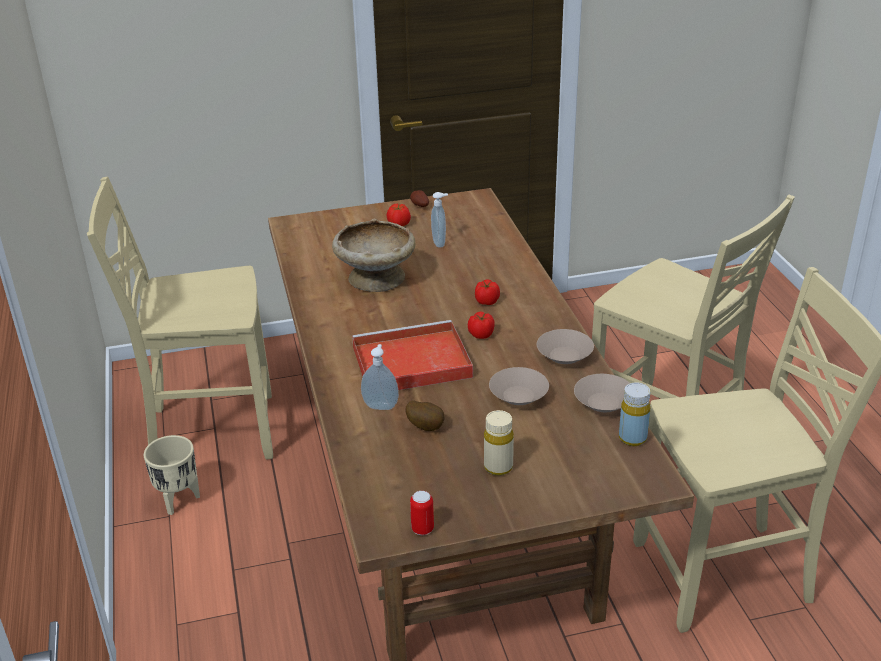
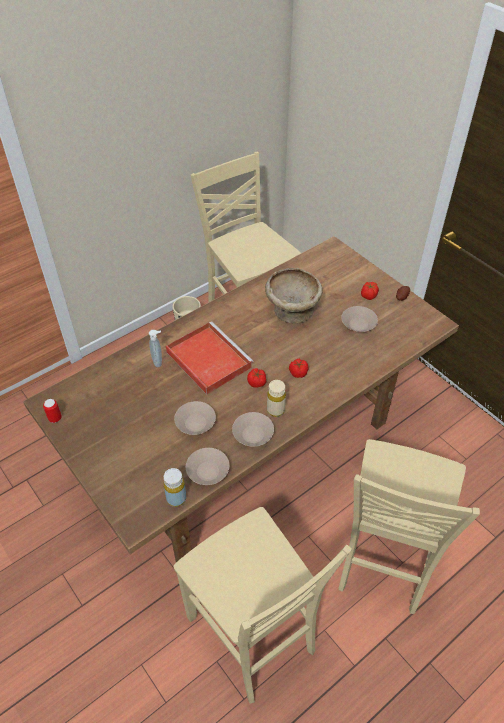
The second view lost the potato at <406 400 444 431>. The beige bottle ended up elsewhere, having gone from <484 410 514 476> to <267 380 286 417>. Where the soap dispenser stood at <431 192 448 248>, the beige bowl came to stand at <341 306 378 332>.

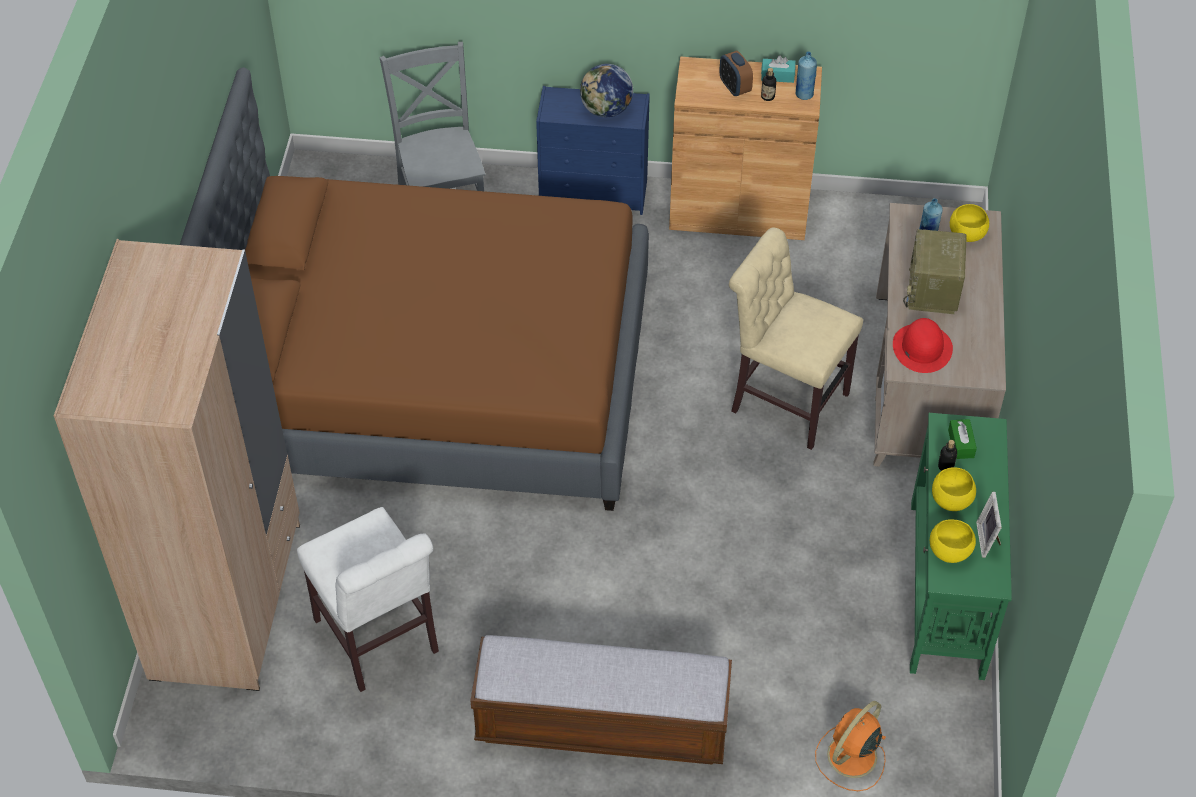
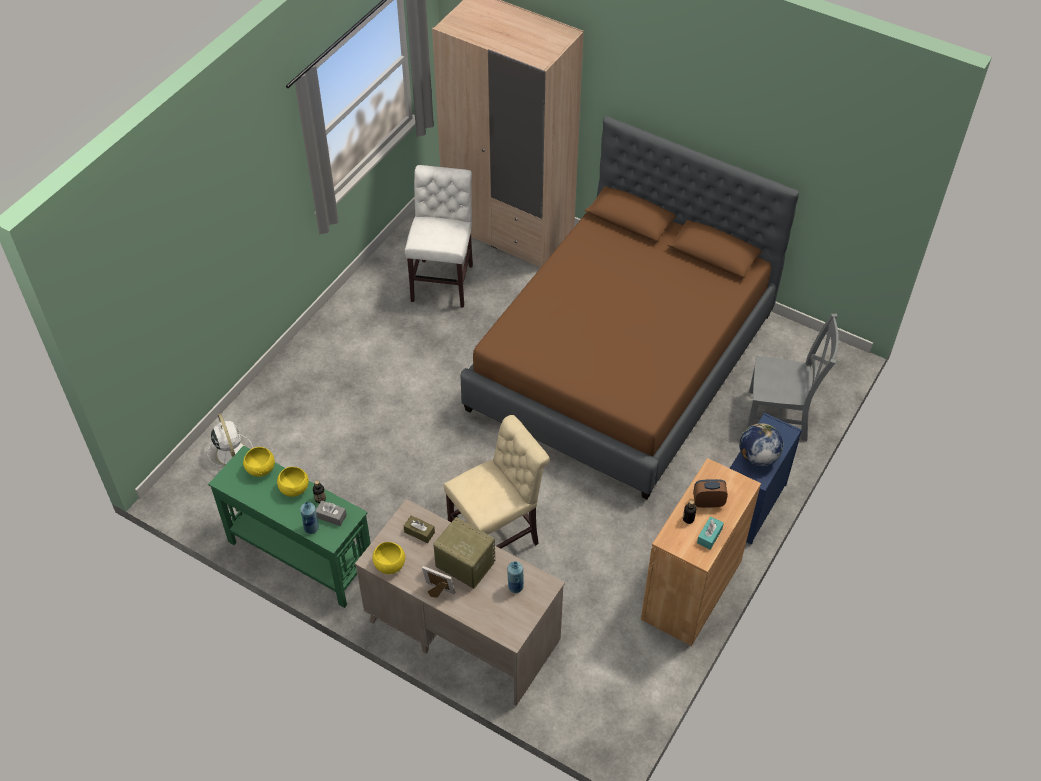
The second view lost the bench at <470 635 732 765>. The blue bottle ended up elsewhere, having gone from <796 51 817 100> to <300 502 319 534>. The yellow bowl ended up elsewhere, having gone from <950 204 989 242> to <372 542 405 574>. The picture frame ended up elsewhere, having gone from <976 492 1002 558> to <422 566 455 598>. Where the red hat stood at <893 318 953 373>, the brown tissue box came to stand at <404 515 435 543>. What was the orange fan at <815 701 887 791> turned into the white fan at <208 414 253 466>. What was the green tissue box at <948 419 977 459> turned into the grey tissue box at <316 501 347 526>. The white chair at <297 507 439 692> ended up facing another way, 105 degrees clockwise from before.

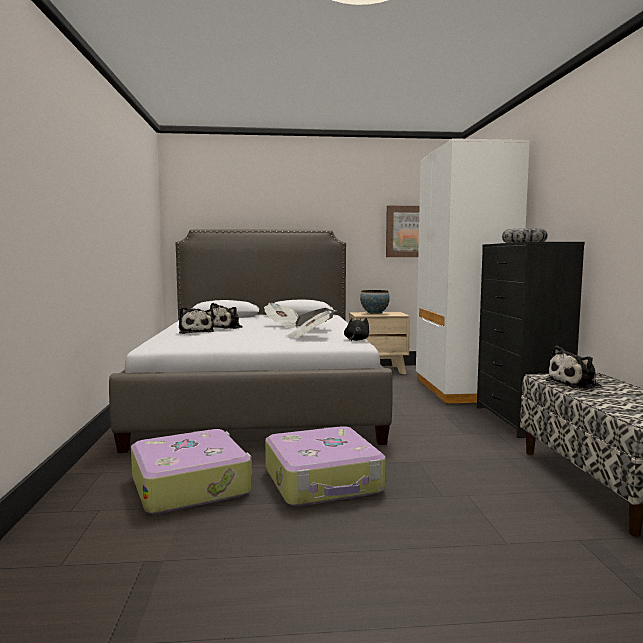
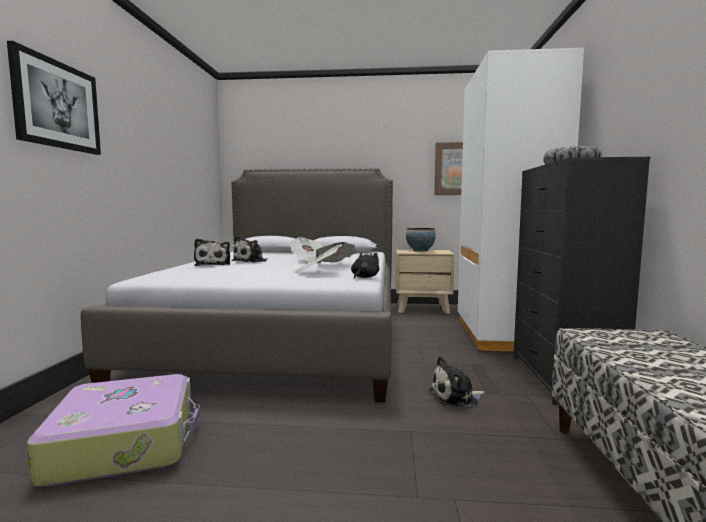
The second view lost the suitcase at <265 426 386 506>. The second view gained the picture at <7 41 101 155>. The plush toy ended up elsewhere, having gone from <545 346 602 389> to <429 356 485 407>.

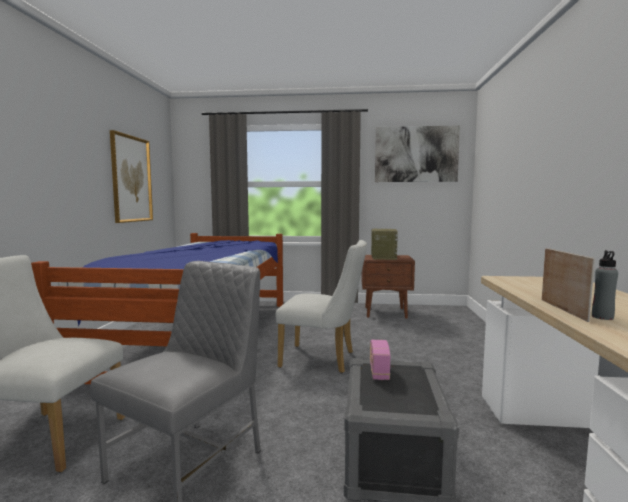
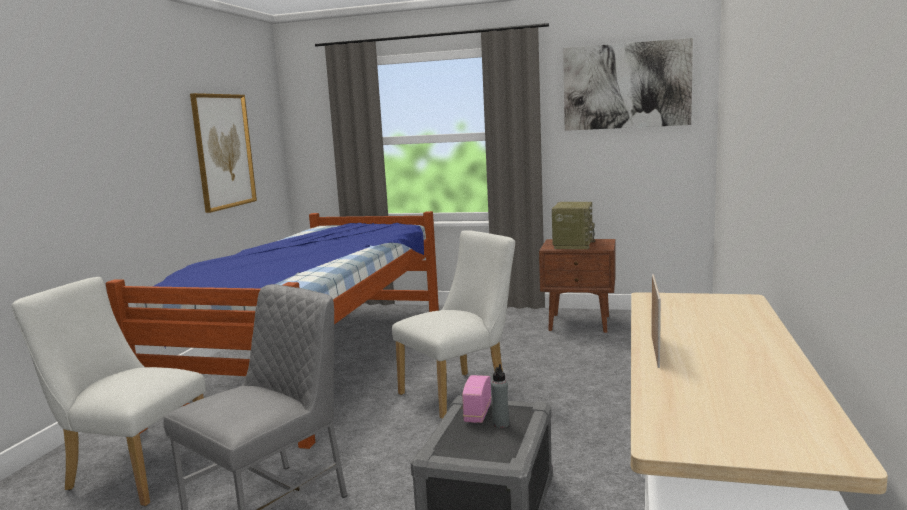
The grey bottle ended up elsewhere, having gone from <592 250 618 320> to <491 364 509 428>. The white chair at <276 240 367 373> ended up facing another way, 60 degrees counterclockwise from before.

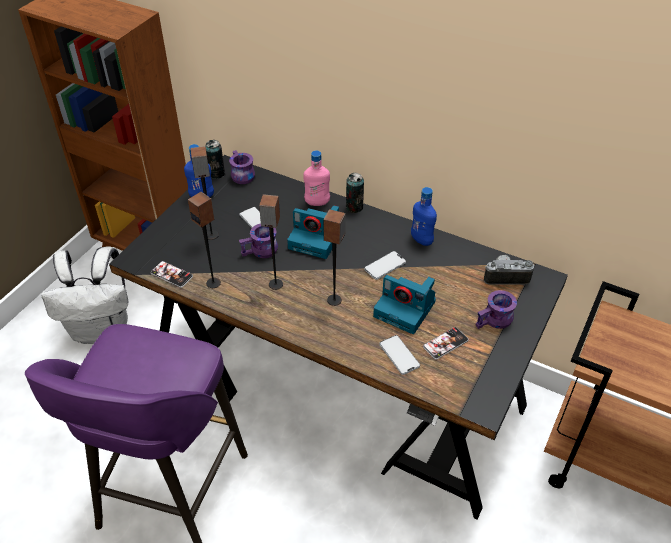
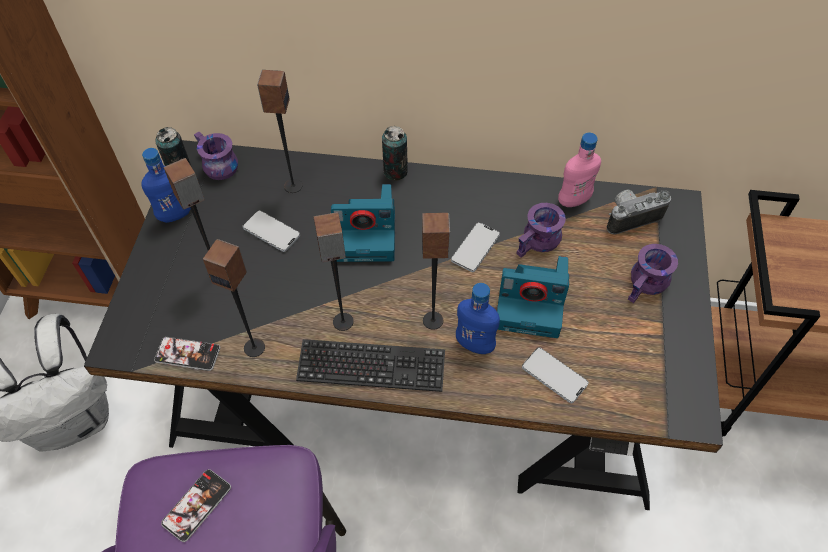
The second view gained the speaker at <257 70 303 193>. The second view gained the keyboard at <296 339 445 392>. The purple mug ended up elsewhere, having gone from <239 224 278 258> to <516 203 566 258>. The pink bottle ended up elsewhere, having gone from <303 150 330 206> to <558 133 601 207>. The blue bottle ended up elsewhere, having gone from <411 187 437 246> to <456 283 500 354>. The phone ended up elsewhere, having gone from <423 327 469 360> to <161 469 231 542>.

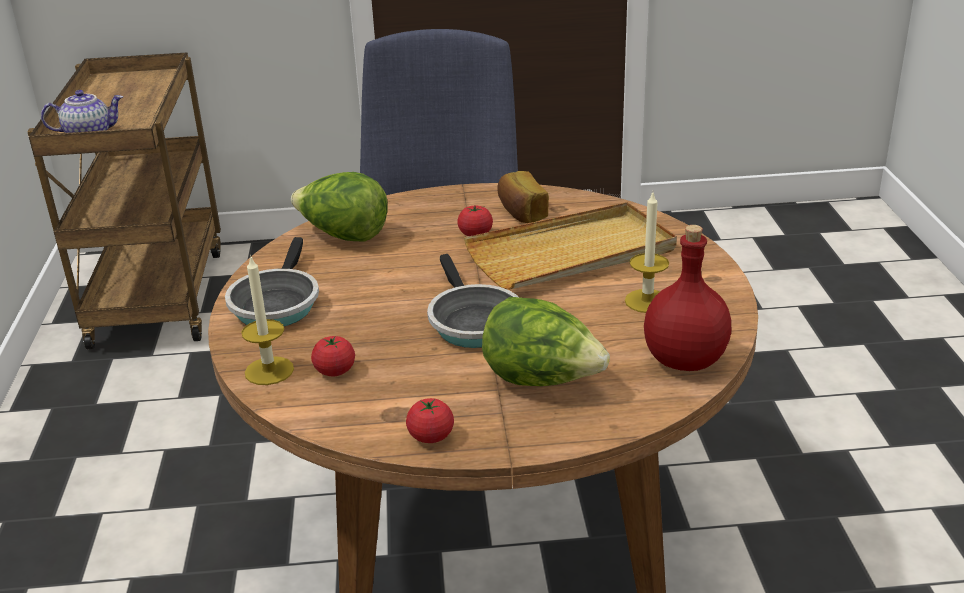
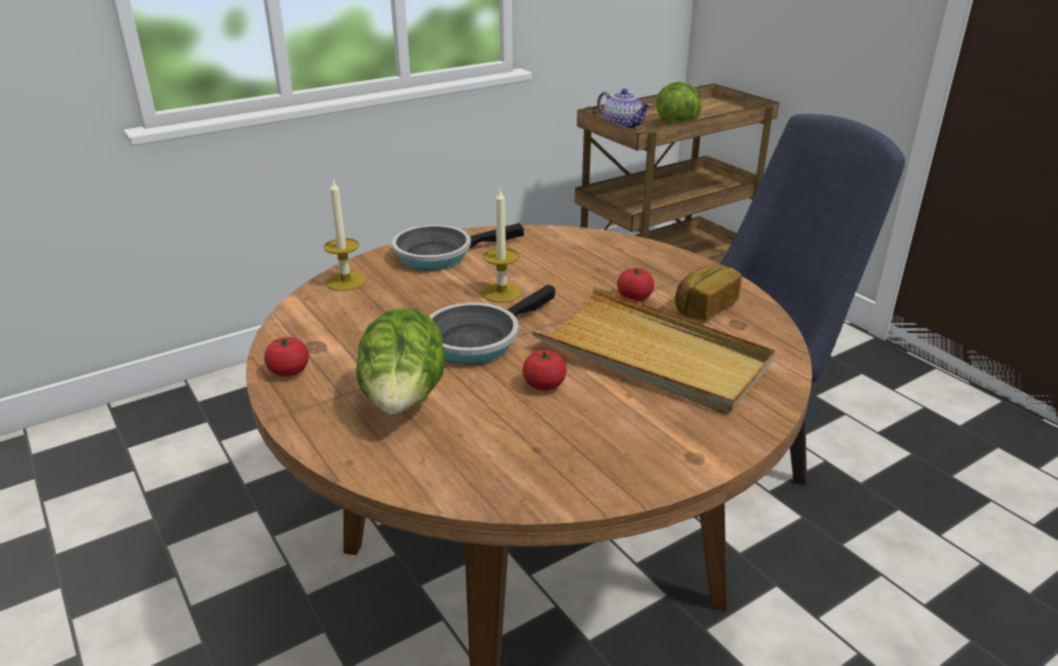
The second view lost the red bottle at <644 225 731 371>. The lettuce ended up elsewhere, having gone from <291 172 388 241> to <656 82 702 125>. The tomato ended up elsewhere, having gone from <311 336 355 376> to <522 350 567 391>. The candle ended up elsewhere, having gone from <625 193 669 313> to <481 189 523 303>.

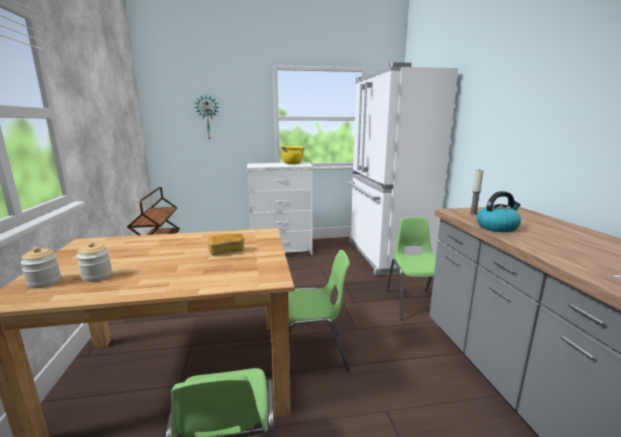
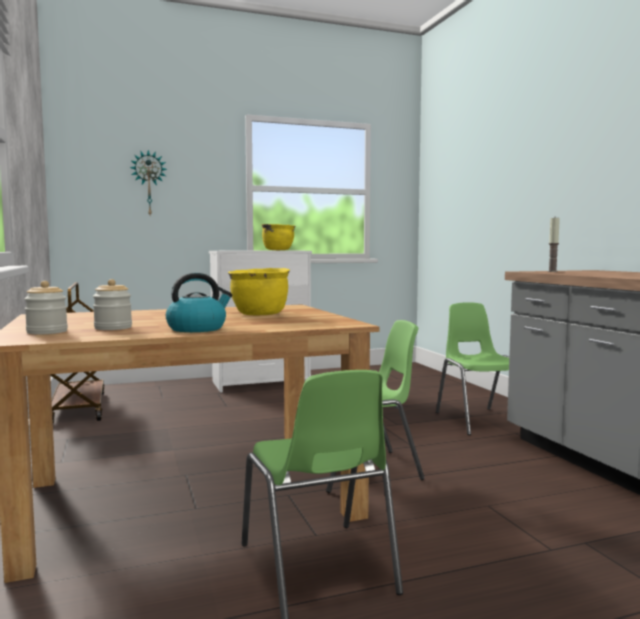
The second view lost the white fridge at <348 62 458 276>. The kettle ended up elsewhere, having gone from <477 191 521 232> to <166 273 232 332>. Where the bread stood at <207 233 244 255>, the yellow cooking pot came to stand at <228 268 290 315>.

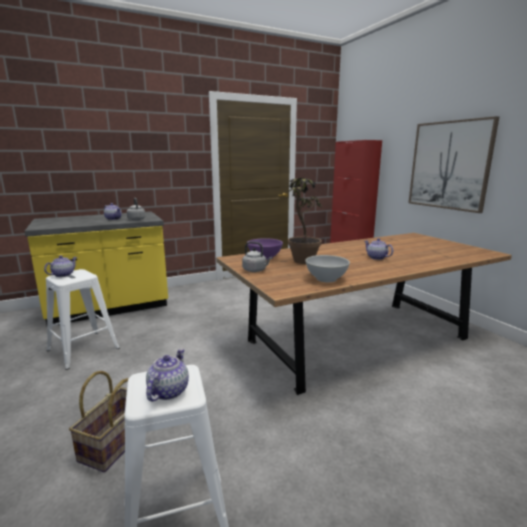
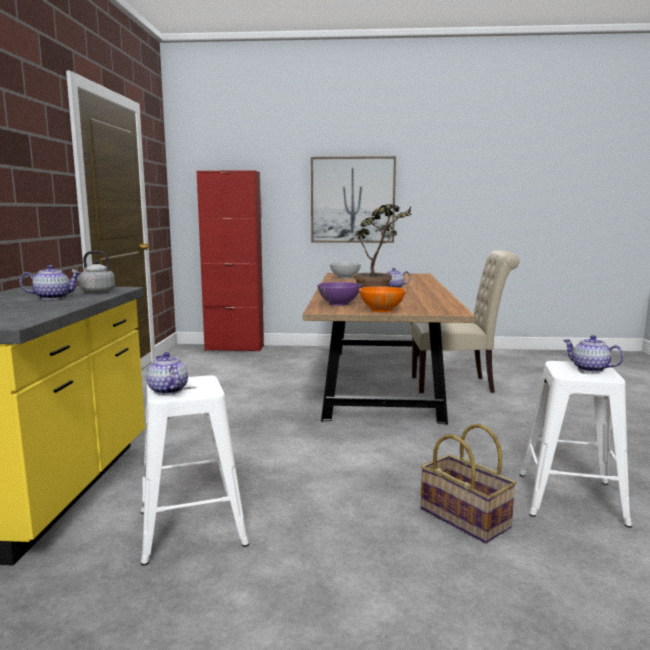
The second view gained the beige chair at <411 250 520 393>. The white bowl ended up elsewhere, having gone from <305 255 350 282> to <330 262 361 279>. Where the grey kettle stood at <242 241 272 272>, the orange bowl came to stand at <359 286 406 312>.

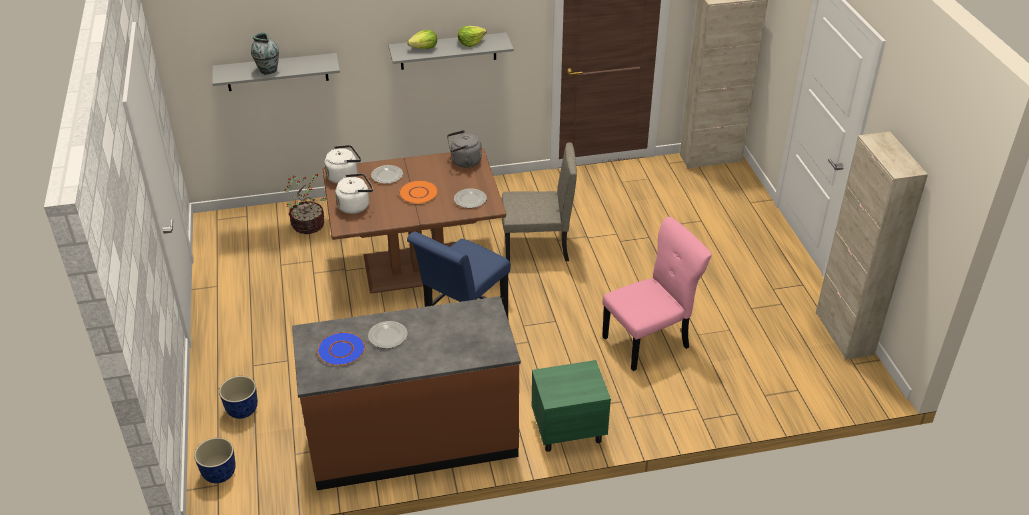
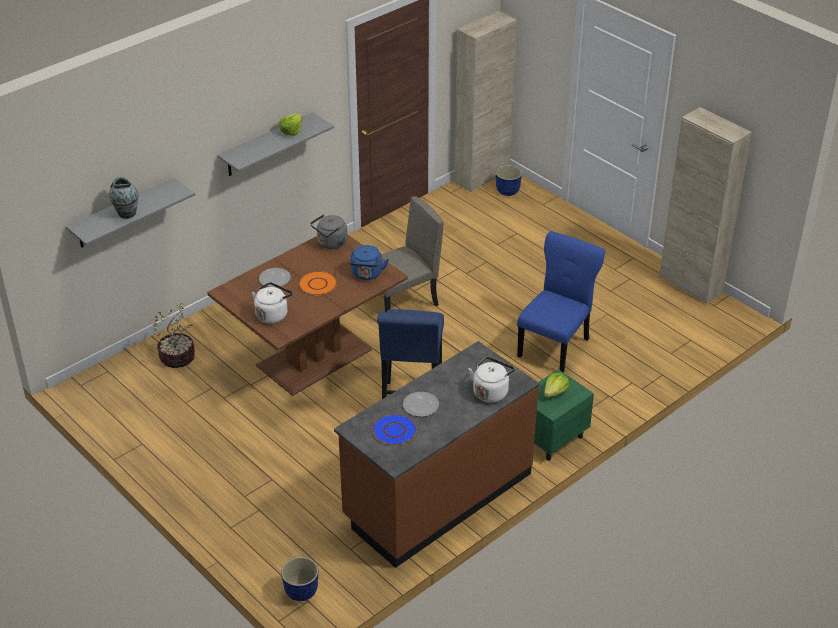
The planter ended up elsewhere, having gone from <219 376 258 419> to <496 165 522 196>. The white kettle ended up elsewhere, having gone from <324 145 361 184> to <469 357 515 403>. The lettuce ended up elsewhere, having gone from <407 30 437 49> to <544 373 569 397>. Where the plate stood at <454 189 487 208>, the blue kettle came to stand at <349 245 389 280>. What was the pink chair at <602 217 712 371> turned into the blue chair at <517 231 606 373>.

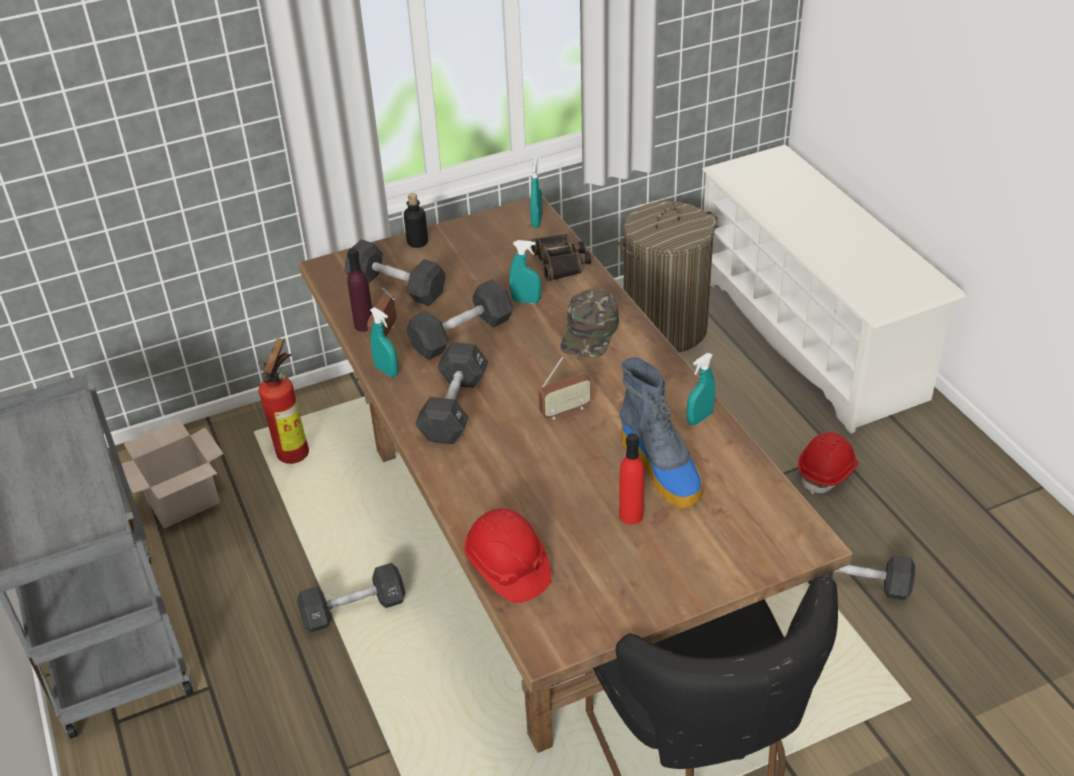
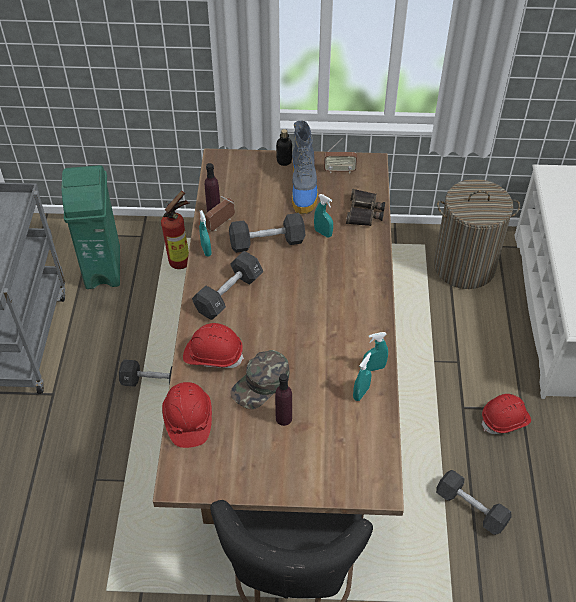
The second view lost the black dumbbell at <344 239 446 306>. The second view gained the red hard hat at <183 323 244 368>. The turquoise spray bottle ended up elsewhere, having gone from <531 158 543 228> to <353 352 372 401>. The radio ended up elsewhere, having gone from <539 357 592 420> to <324 138 357 173>. The green cap ended up elsewhere, having gone from <560 289 619 358> to <230 350 289 409>. The boot ended up elsewhere, having gone from <619 357 702 509> to <292 121 318 214>. Where the cardboard box stood at <122 420 224 528>, the green trash can came to stand at <62 165 120 289>. What was the red bottle at <619 433 644 525> turned into the purple bottle at <275 373 292 426>.

